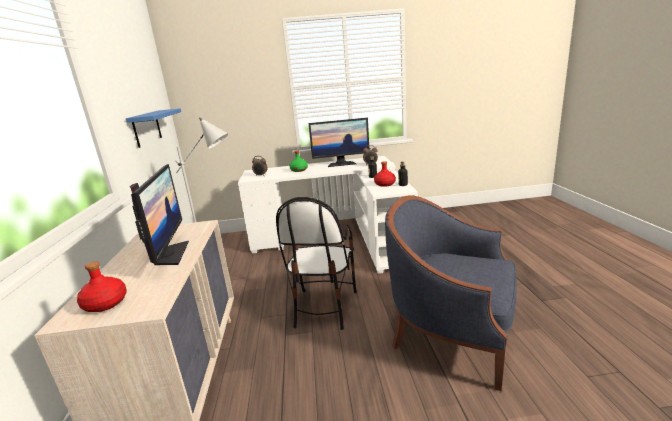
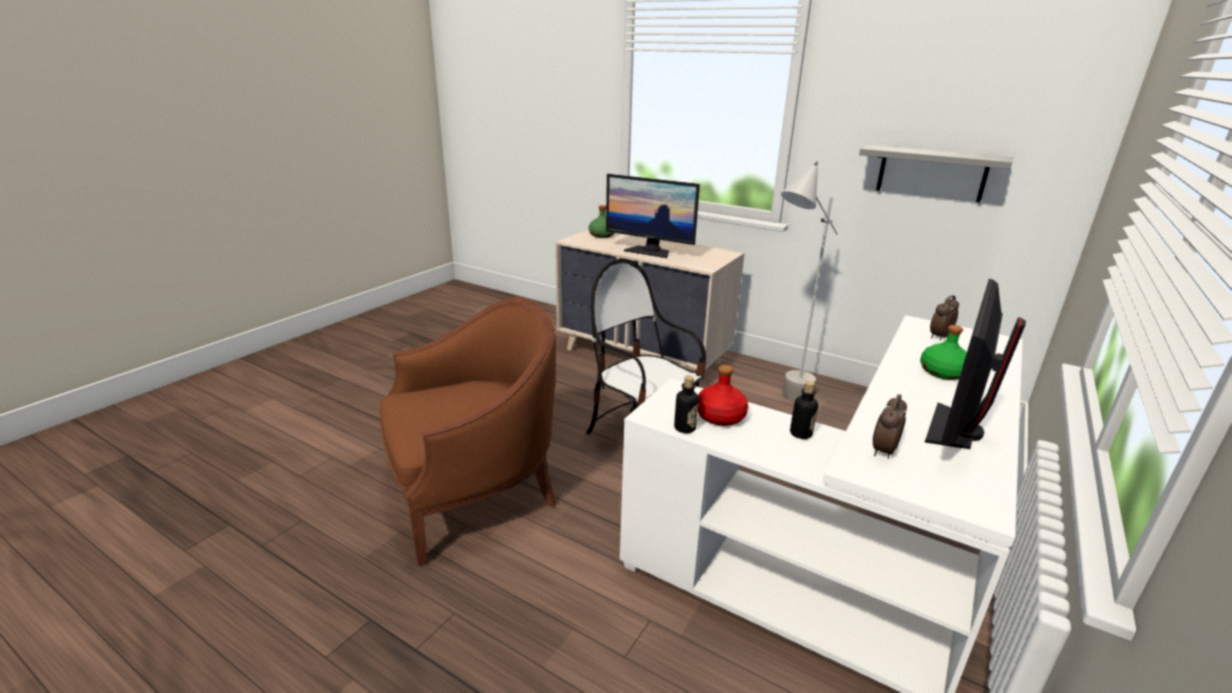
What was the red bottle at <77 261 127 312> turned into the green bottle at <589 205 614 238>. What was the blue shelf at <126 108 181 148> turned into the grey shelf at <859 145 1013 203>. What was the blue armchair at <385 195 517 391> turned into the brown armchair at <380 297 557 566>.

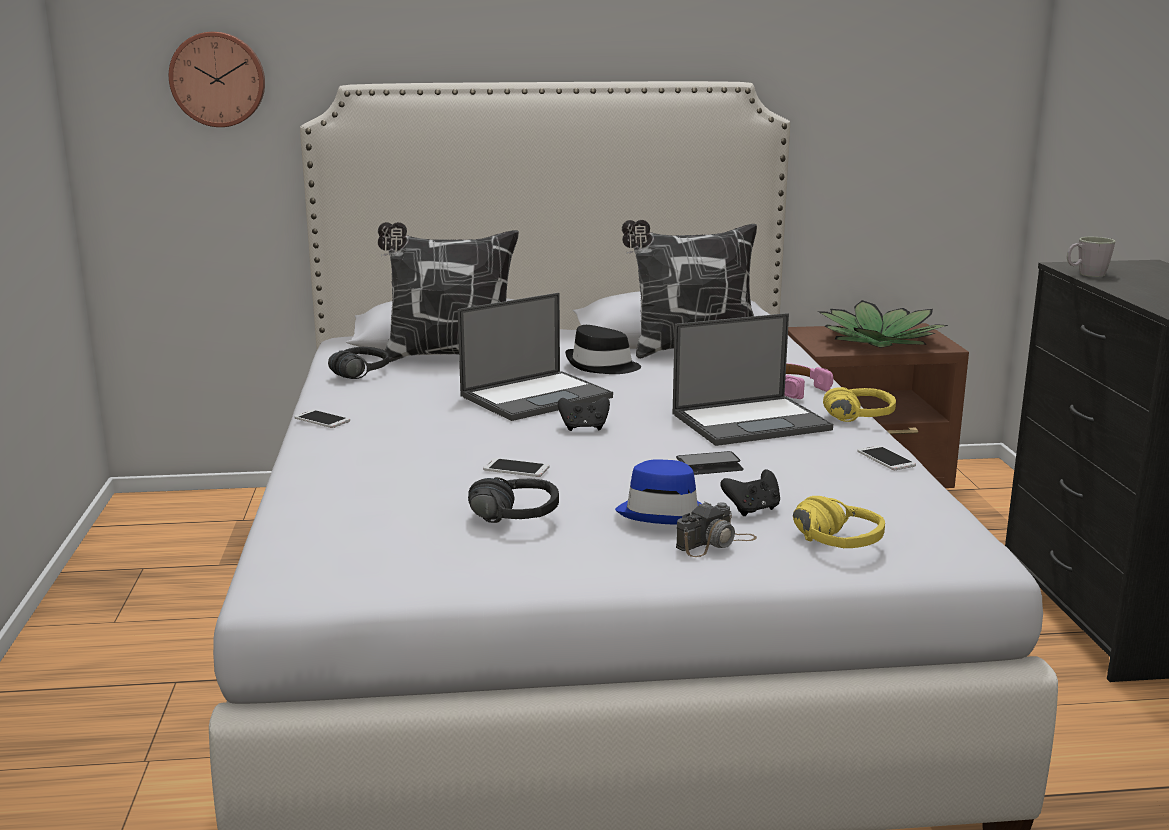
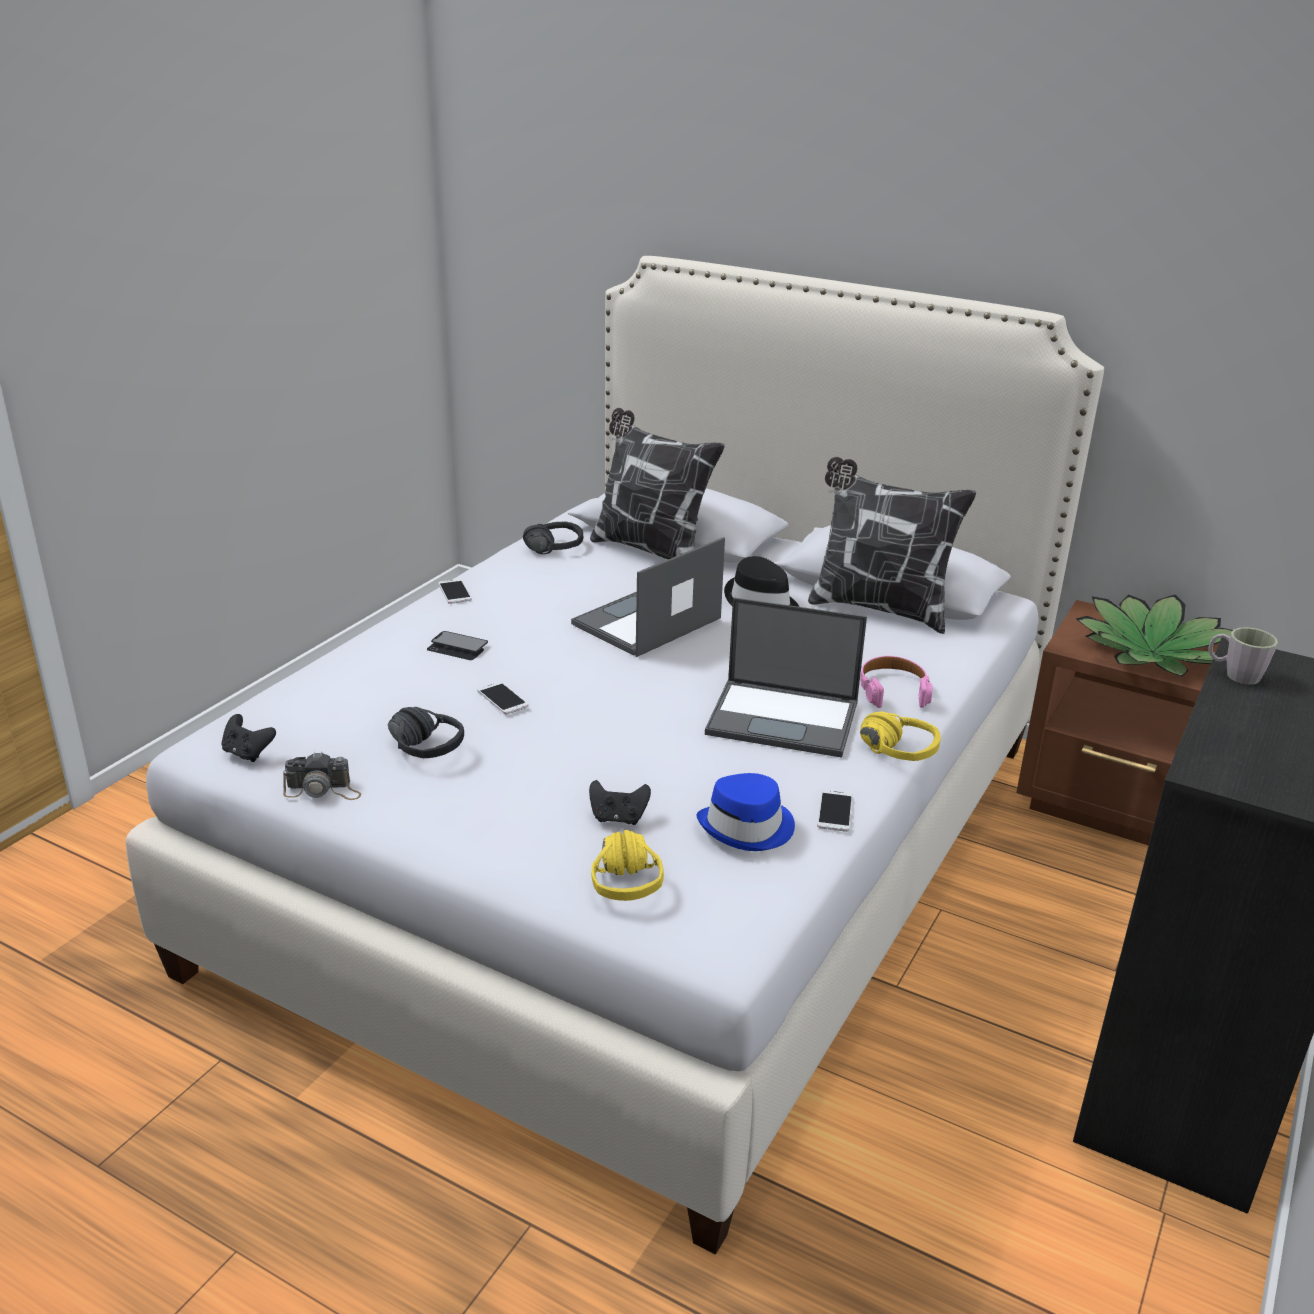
The second view lost the wall clock at <169 31 265 127>. The black game controller ended up elsewhere, having gone from <558 397 610 431> to <221 714 276 762>. The blue hat ended up elsewhere, having gone from <615 459 702 524> to <696 773 795 851>. The phone ended up elsewhere, having gone from <676 451 744 475> to <427 631 488 660>. The photo camera ended up elsewhere, having gone from <676 502 757 557> to <283 751 361 800>. The laptop at <458 293 613 421> ended up facing another way, 135 degrees clockwise from before.

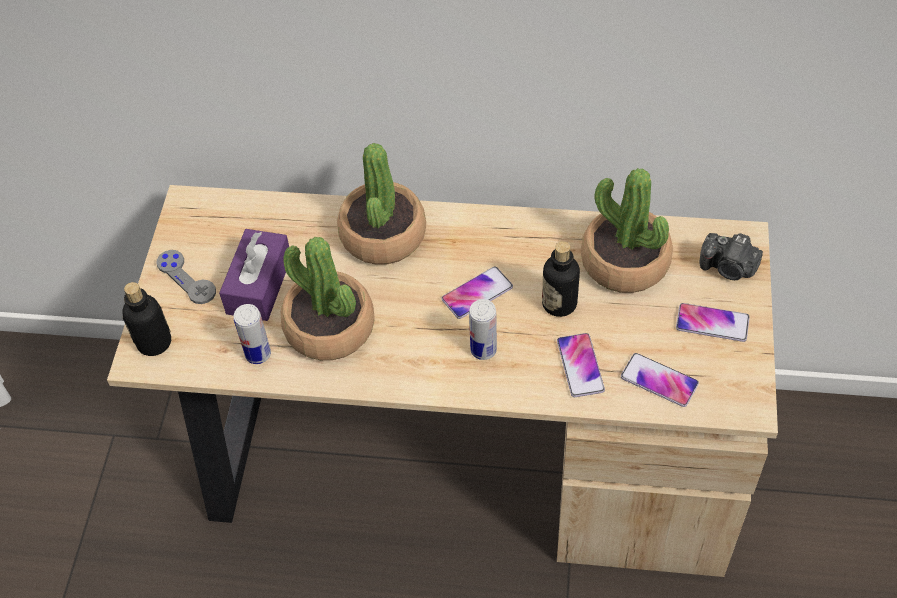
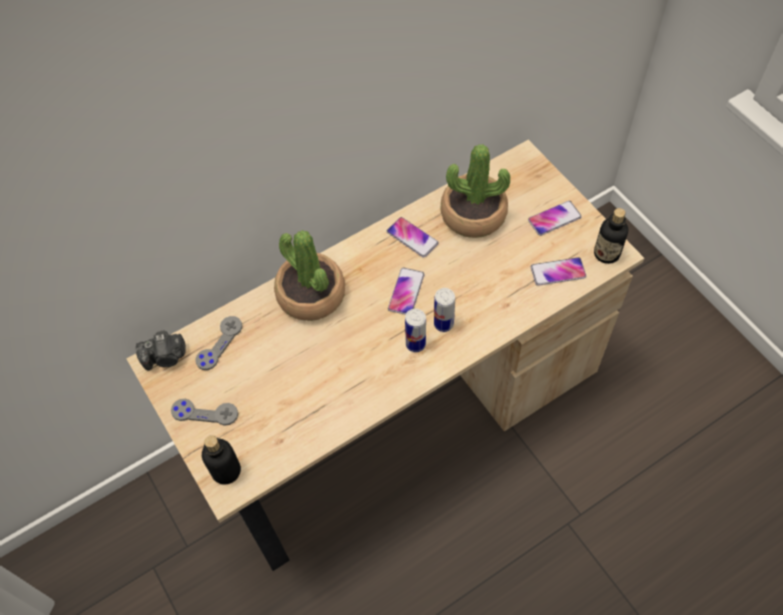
The second view lost the purple tissue box at <219 229 289 321>. The second view lost the potted plant at <281 237 375 360>. The second view gained the grey game controller at <195 316 242 370>. The can ended up elsewhere, having gone from <234 304 271 364> to <405 309 426 352>. The bottle ended up elsewhere, having gone from <542 241 580 317> to <594 208 628 264>. The phone ended up elsewhere, having gone from <557 333 605 397> to <387 217 439 258>. The photo camera ended up elsewhere, having gone from <700 233 763 280> to <136 330 186 370>.

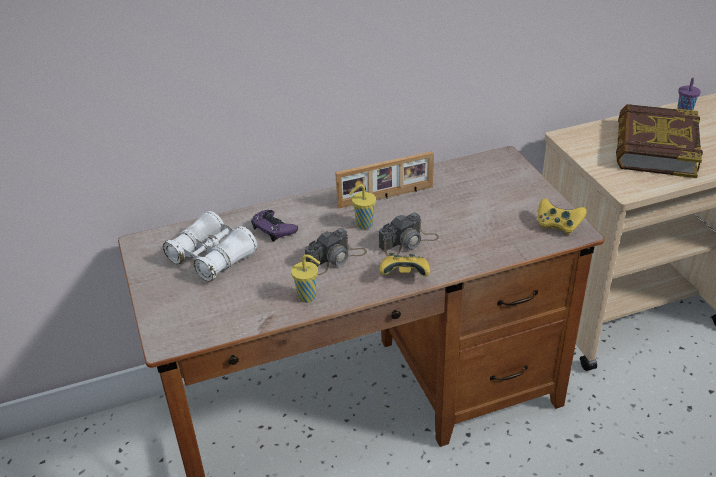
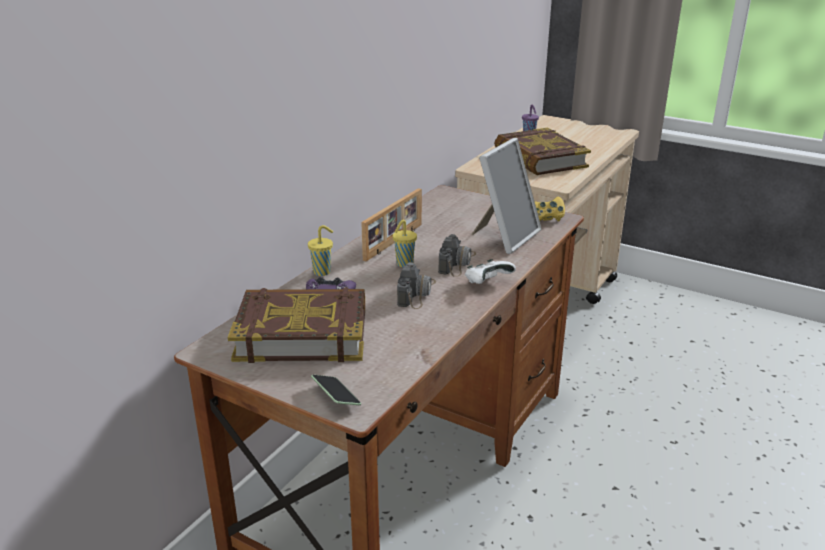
The second view gained the phone at <311 375 361 405>. The second view gained the picture frame at <472 138 542 254>. The yellow cup ended up elsewhere, having gone from <291 254 320 303> to <308 225 333 276>. Where the white binoculars stood at <163 211 257 282>, the book came to stand at <228 288 365 363>. What was the yellow game controller at <379 253 430 276> turned into the white game controller at <465 259 516 284>.

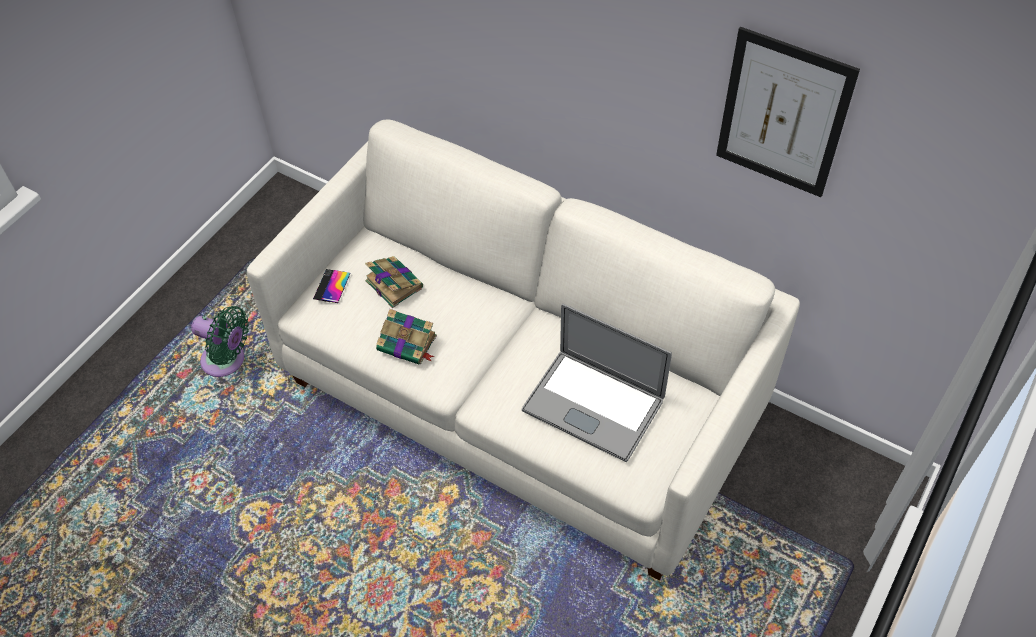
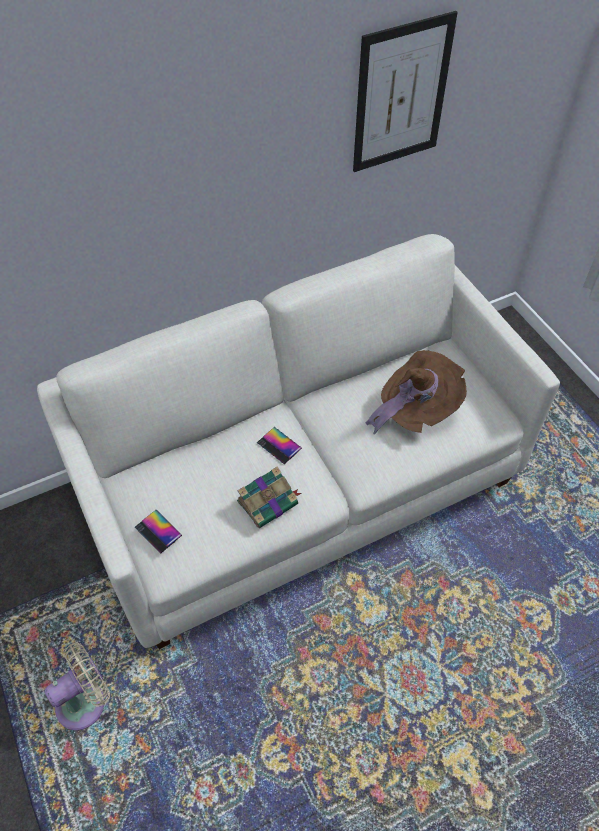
The second view lost the book at <365 256 423 308>. The second view gained the phone at <257 427 302 464>. Where the laptop stood at <522 304 672 462>, the brown hat came to stand at <366 350 467 435>. What was the green fan at <191 306 249 377> turned into the beige fan at <44 643 110 730>.

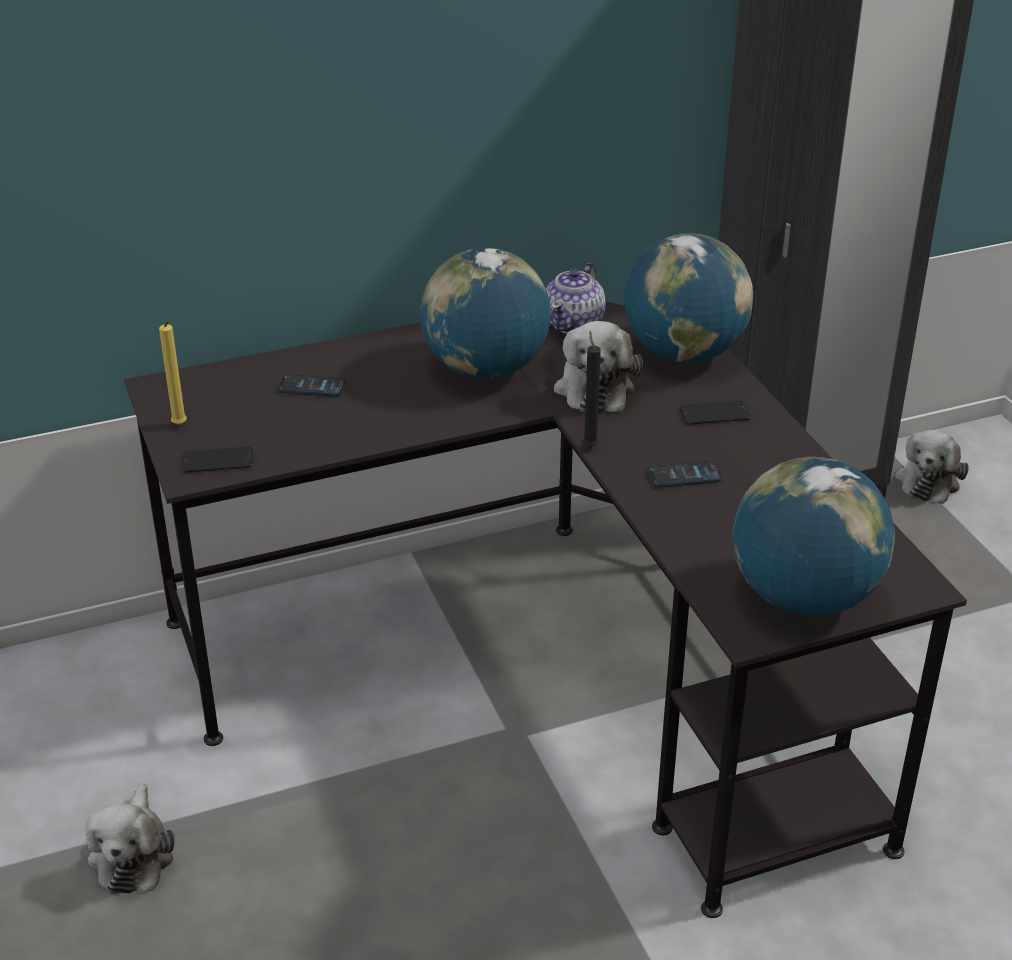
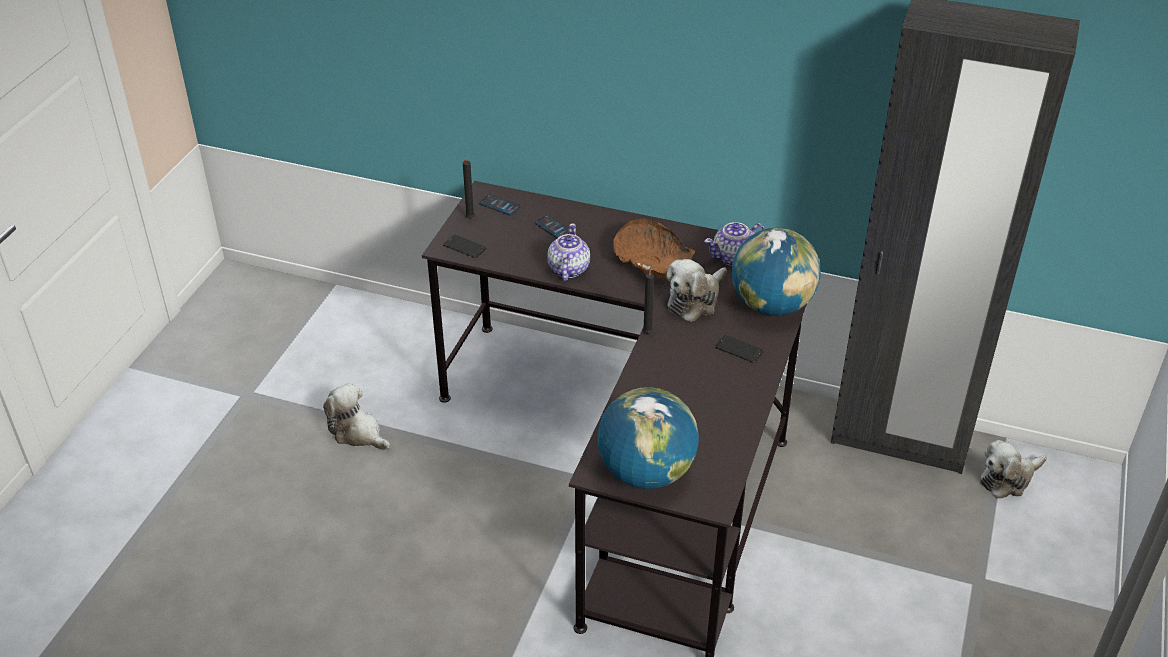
The second view gained the teapot at <547 223 590 281>. The phone ended up elsewhere, having gone from <647 461 722 488> to <479 194 520 215>. Where the globe stood at <420 248 550 379>, the brown bowl came to stand at <613 218 695 280>. What was the yellow candle at <159 321 187 425> turned into the black candle at <463 160 475 219>. The plush toy at <85 783 175 894> ended up facing another way, 90 degrees clockwise from before.

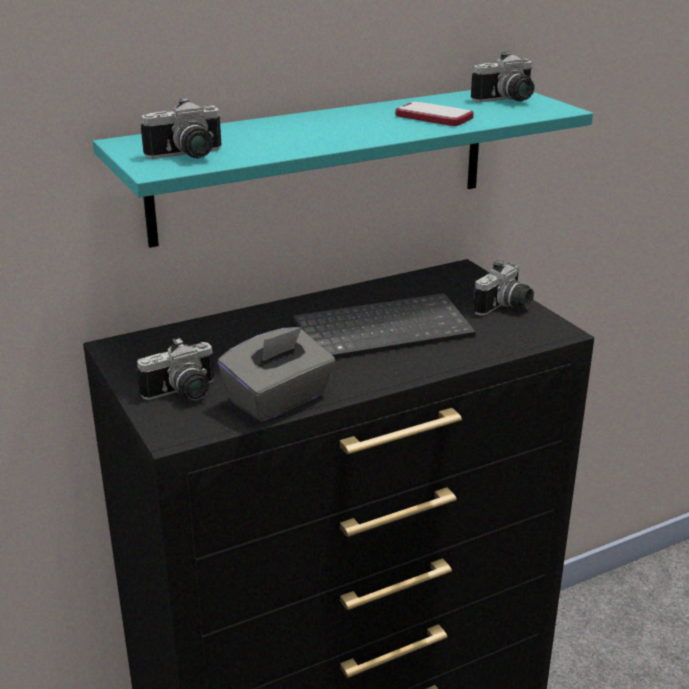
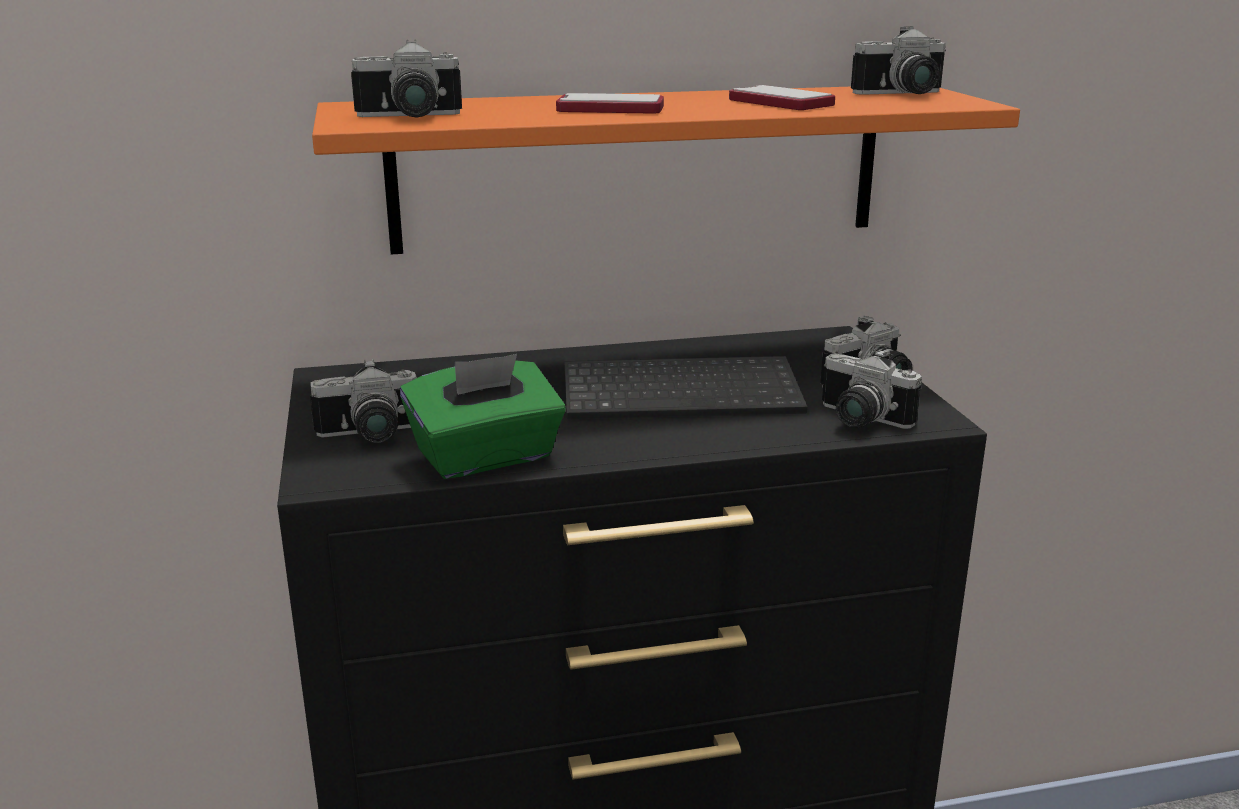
The second view gained the phone at <556 93 664 114>. The second view gained the photo camera at <822 349 922 429>. What was the turquoise shelf at <93 90 593 248> turned into the orange shelf at <312 87 1020 255>. What was the grey tissue box at <217 327 335 422> turned into the green tissue box at <400 354 566 479>.

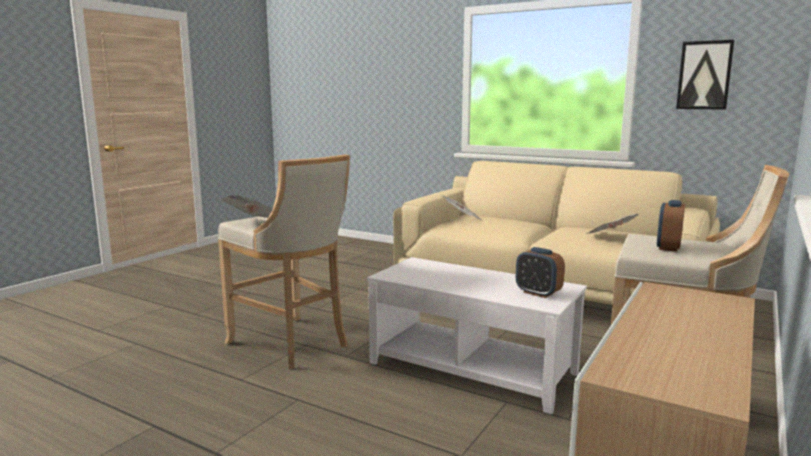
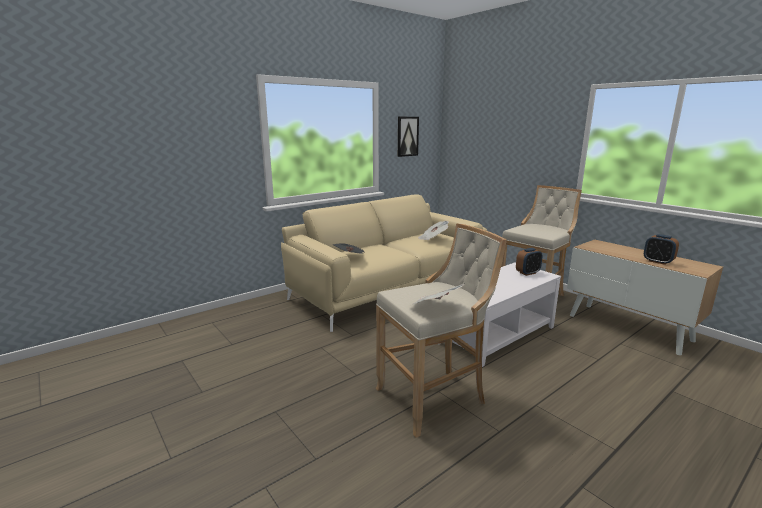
The alarm clock ended up elsewhere, having gone from <657 200 685 252> to <644 234 679 265>.

